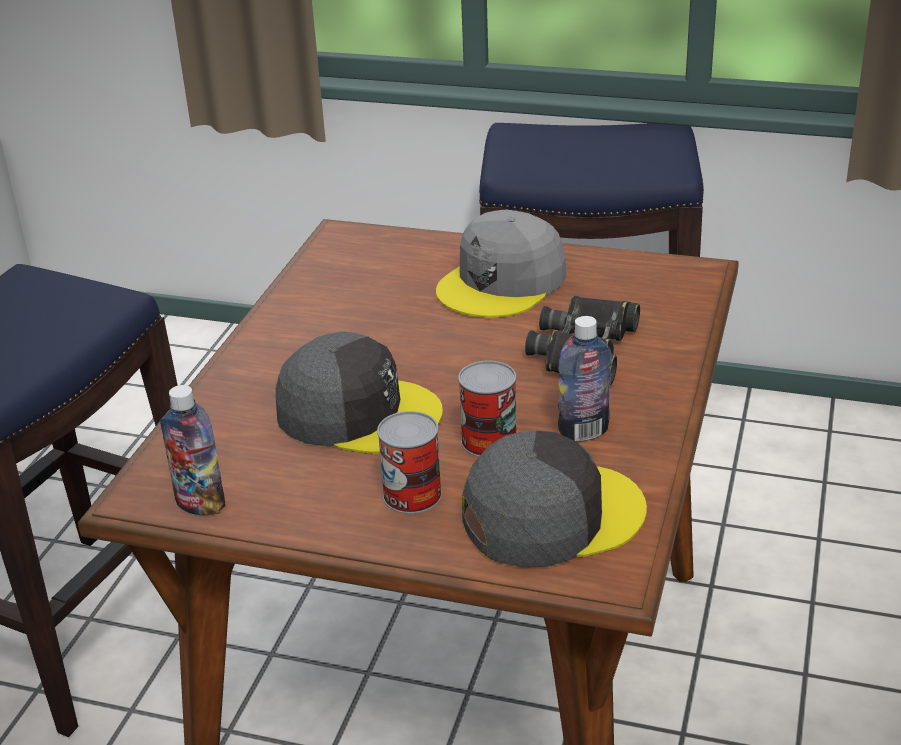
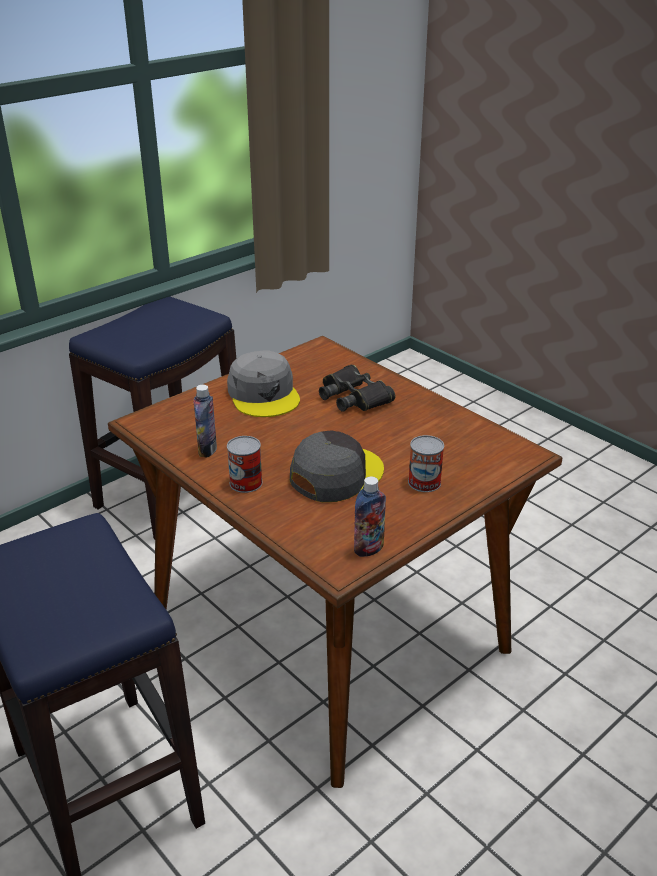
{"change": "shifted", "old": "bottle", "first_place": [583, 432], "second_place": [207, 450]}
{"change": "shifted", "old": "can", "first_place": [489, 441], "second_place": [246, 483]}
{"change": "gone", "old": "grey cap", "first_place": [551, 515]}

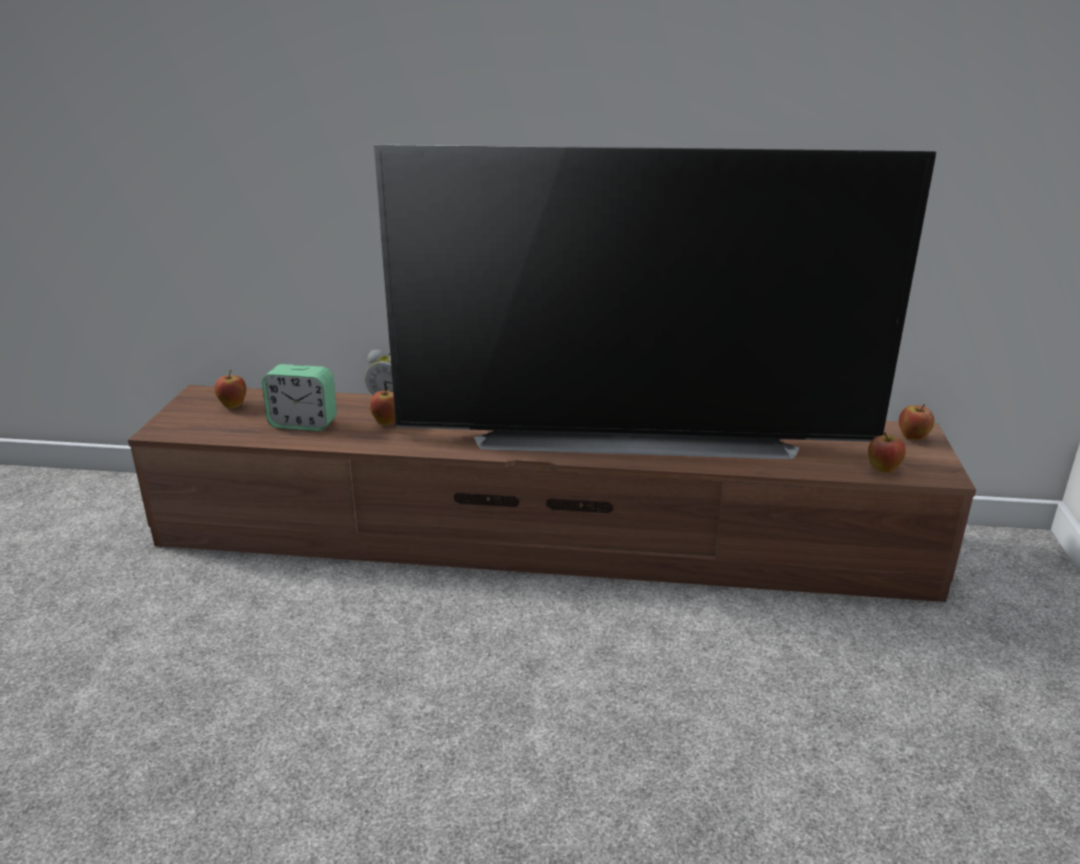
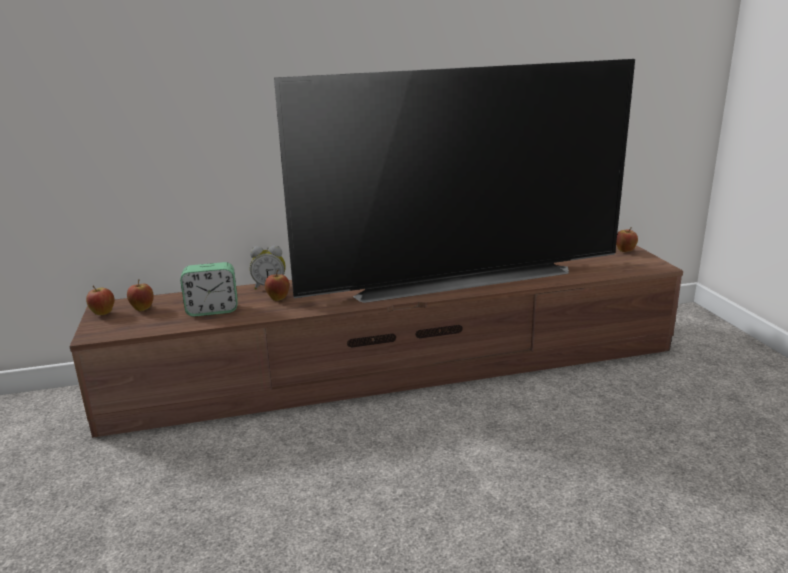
{"change": "shifted", "old": "apple", "first_place": [882, 470], "second_place": [103, 314]}

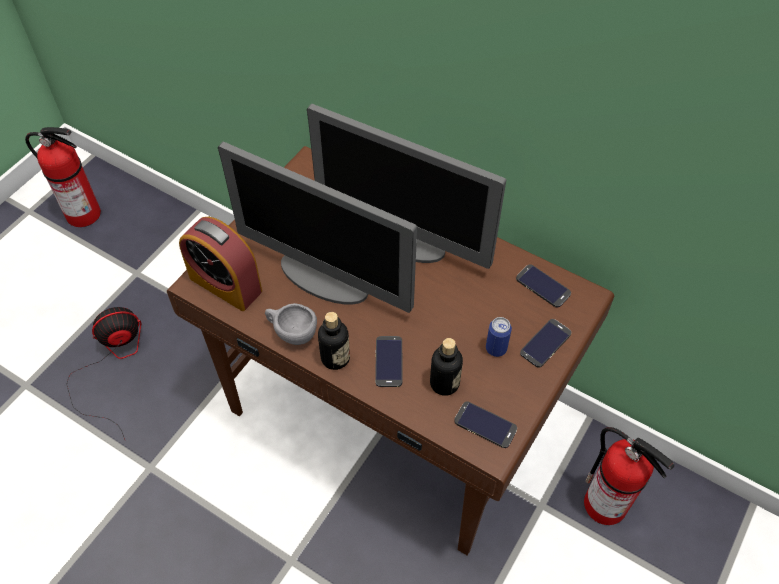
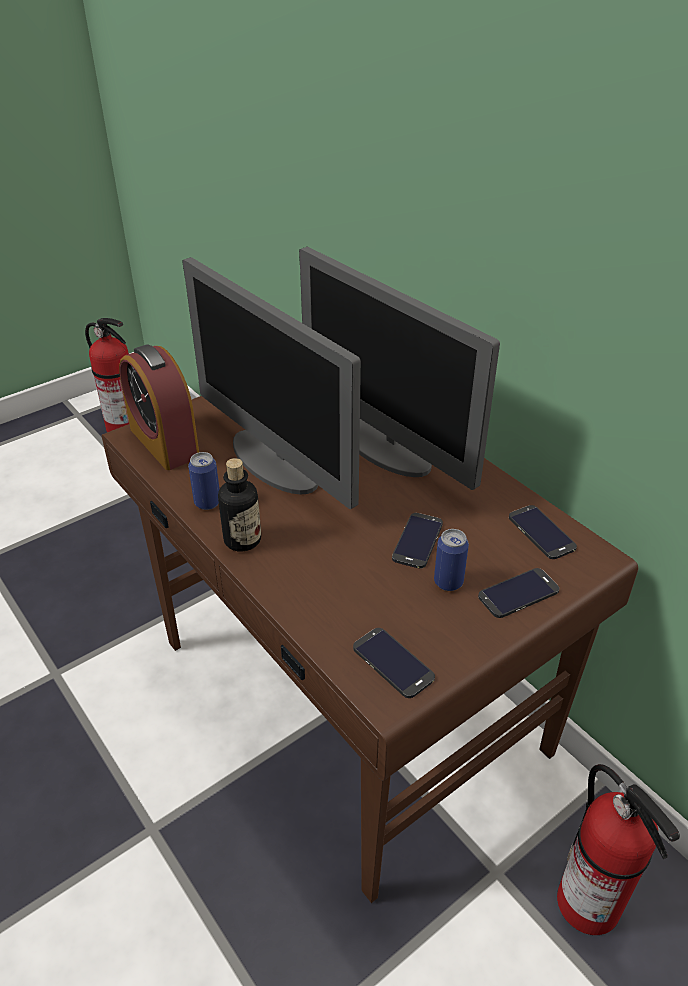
{"change": "swapped", "old": "grey cup", "new": "can", "first_place": [291, 332], "second_place": [207, 502]}
{"change": "shifted", "old": "phone", "first_place": [388, 361], "second_place": [417, 541]}
{"change": "gone", "old": "fan", "first_place": [112, 363]}
{"change": "gone", "old": "bottle", "first_place": [444, 383]}

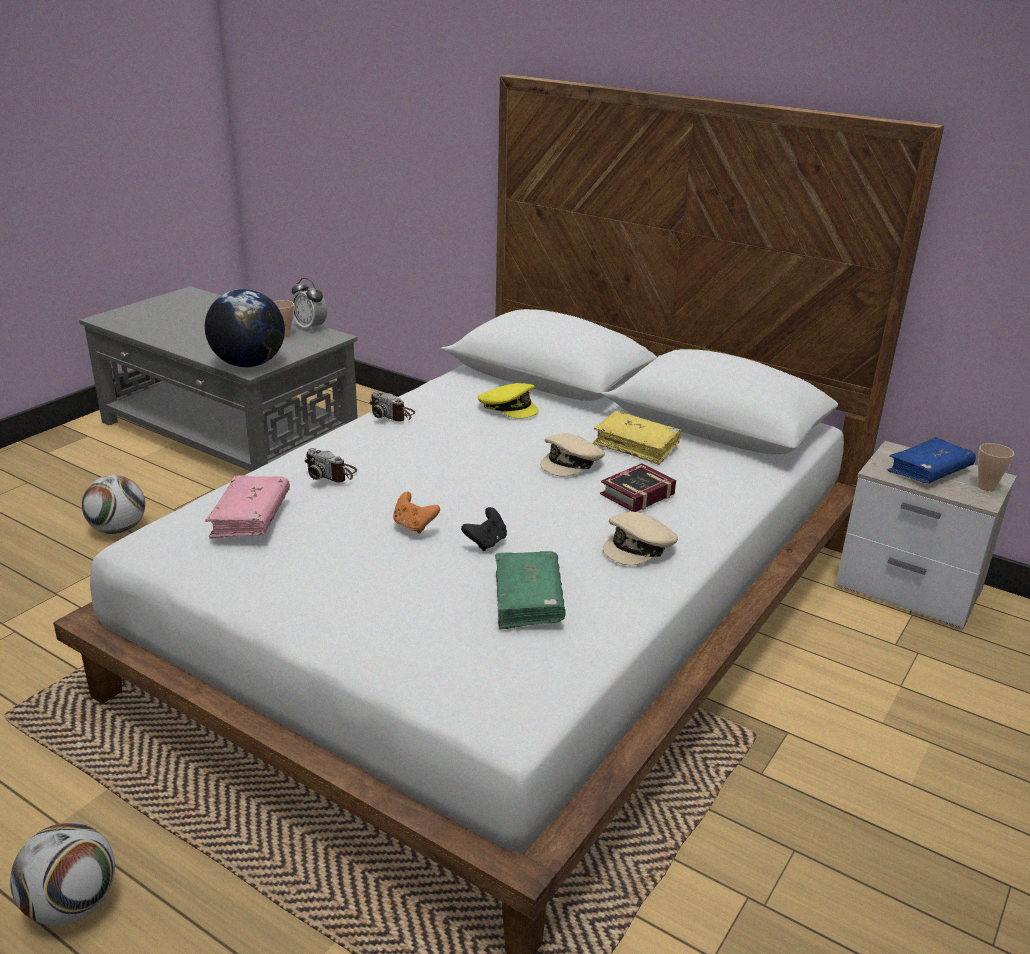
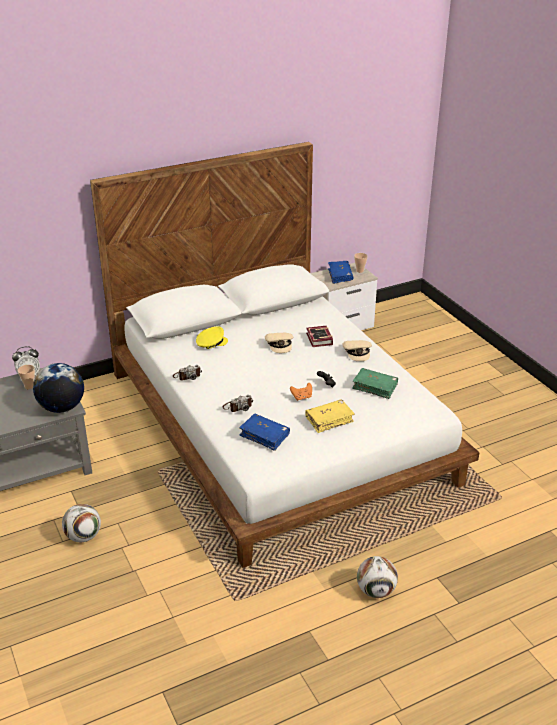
{"change": "repainted", "old": "pink book", "new": "blue book", "first_place": [250, 517], "second_place": [264, 436]}
{"change": "shifted", "old": "yellow book", "first_place": [636, 446], "second_place": [329, 420]}

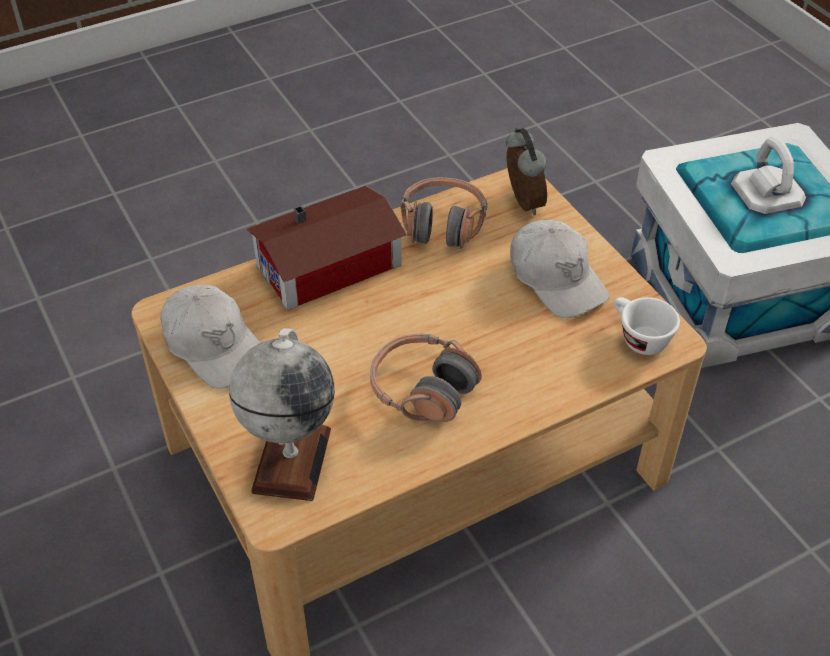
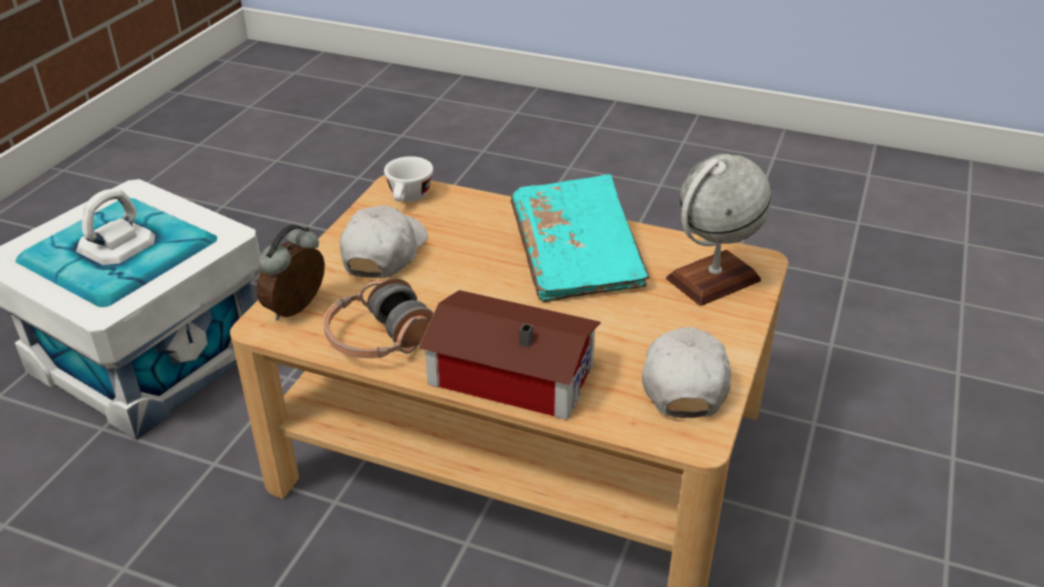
{"change": "swapped", "old": "headphones", "new": "turquoise book", "first_place": [422, 389], "second_place": [576, 258]}

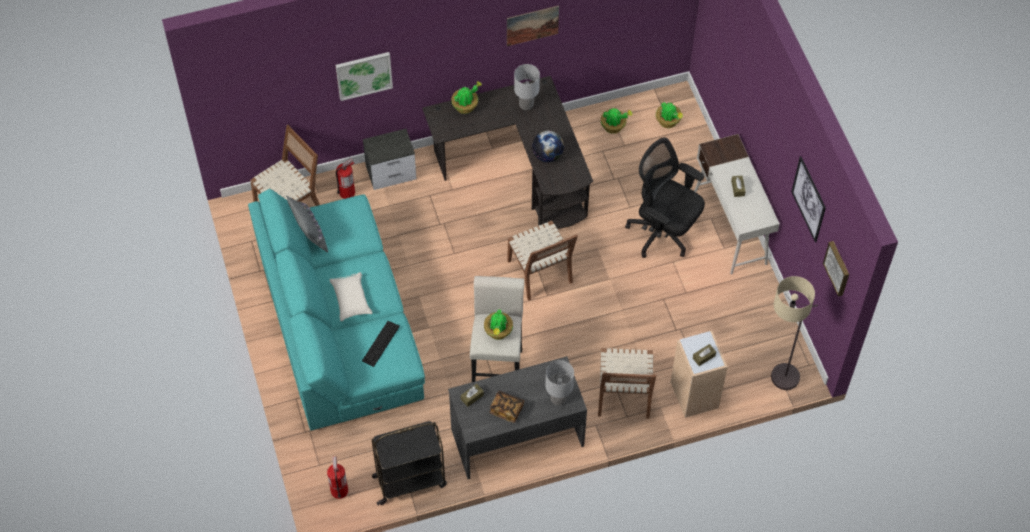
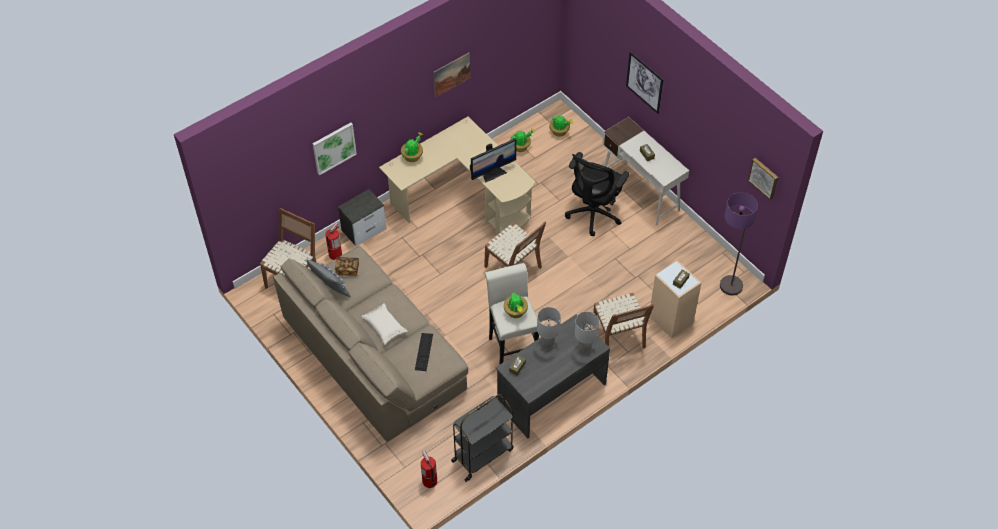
{"change": "repainted", "old": "turquoise sofa", "new": "beige sofa", "first_place": [340, 325], "second_place": [374, 355]}
{"change": "shifted", "old": "book", "first_place": [506, 409], "second_place": [347, 269]}
{"change": "repainted", "old": "black desk", "new": "beige desk", "first_place": [519, 170], "second_place": [463, 198]}
{"change": "swapped", "old": "globe", "new": "monitor", "first_place": [547, 155], "second_place": [492, 173]}
{"change": "shifted", "old": "grey table lamp", "first_place": [526, 106], "second_place": [548, 343]}
{"change": "rotated", "old": "black office chair", "first_place": [664, 233], "second_place": [594, 211], "degrees": -75}
{"change": "shifted", "old": "picture", "first_place": [808, 199], "second_place": [644, 82]}
{"change": "repainted", "old": "beige floor lamp", "new": "purple floor lamp", "first_place": [776, 379], "second_place": [725, 289]}

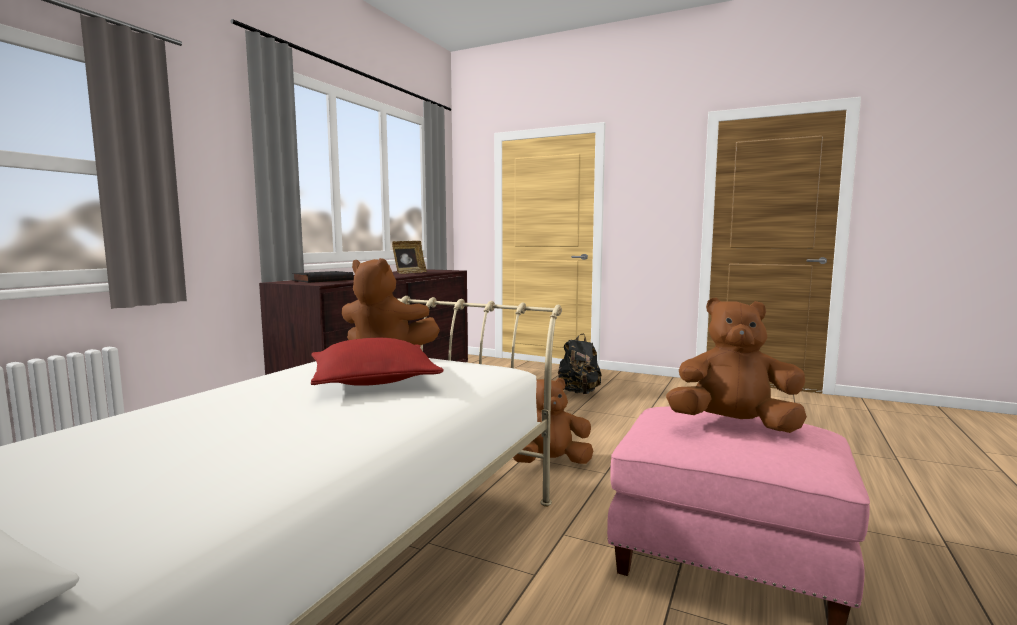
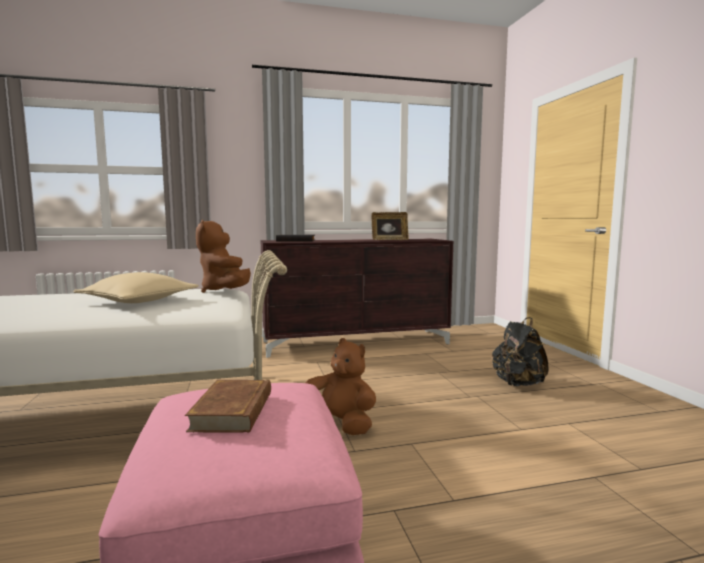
{"change": "repainted", "old": "red pillow", "new": "beige pillow", "first_place": [373, 380], "second_place": [139, 301]}
{"change": "swapped", "old": "brown plush toy", "new": "brown book", "first_place": [733, 425], "second_place": [233, 411]}

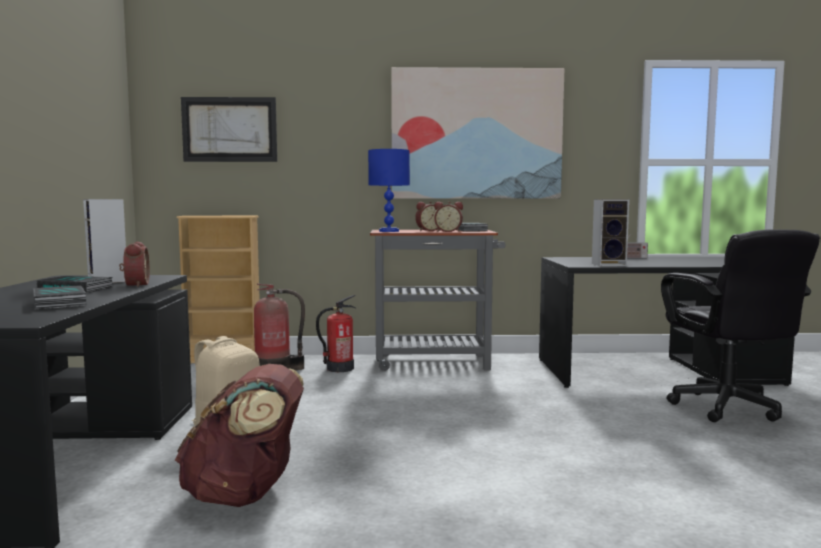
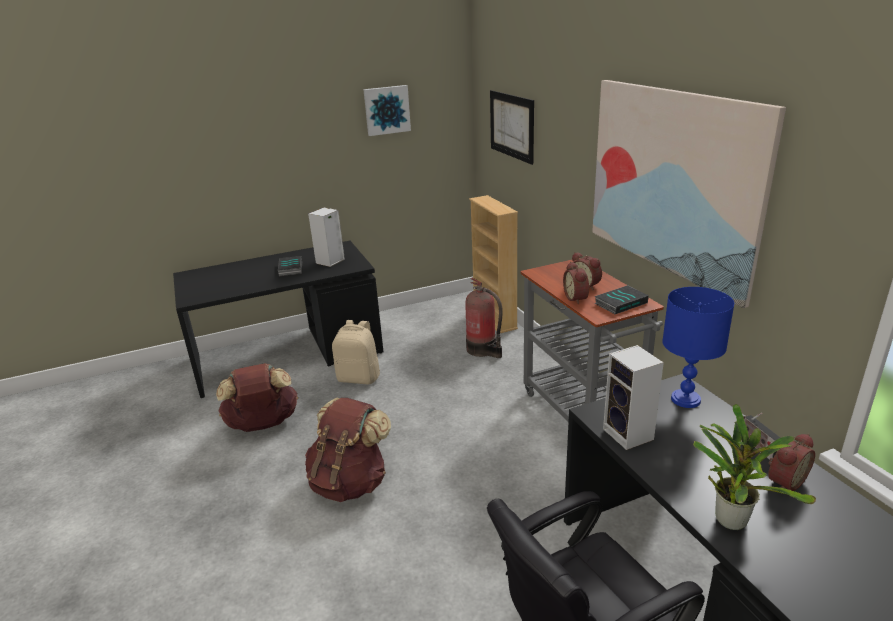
{"change": "new", "new": "brown backpack", "second_place": [350, 482]}
{"change": "new", "new": "picture", "second_place": [386, 110]}
{"change": "shifted", "old": "blue table lamp", "first_place": [389, 231], "second_place": [686, 400]}
{"change": "new", "new": "potted plant", "second_place": [730, 517]}
{"change": "shifted", "old": "alarm clock", "first_place": [134, 285], "second_place": [784, 481]}
{"change": "gone", "old": "book", "first_place": [57, 303]}
{"change": "gone", "old": "fire extinguisher", "first_place": [339, 368]}

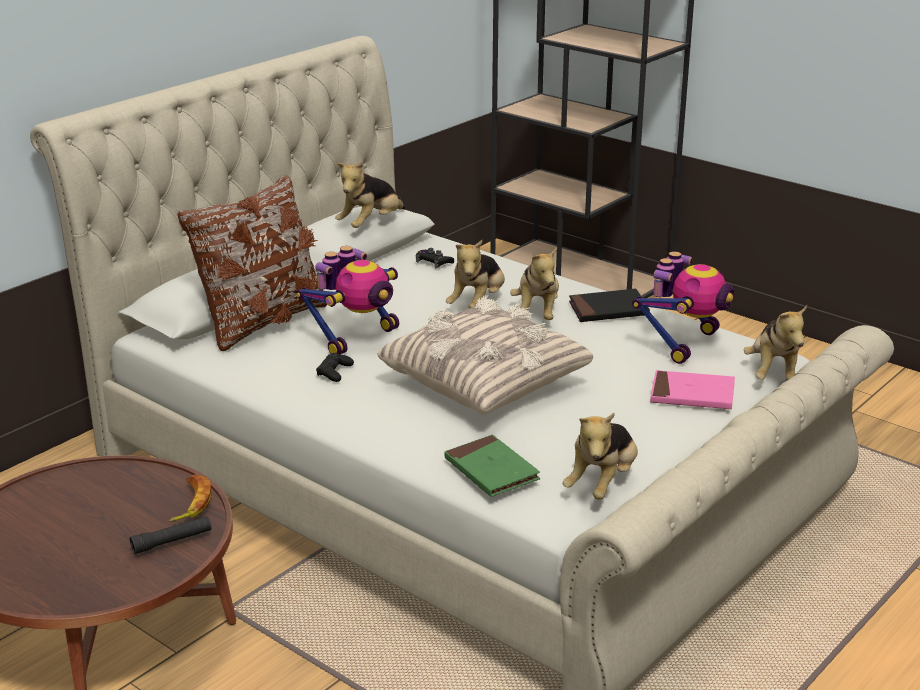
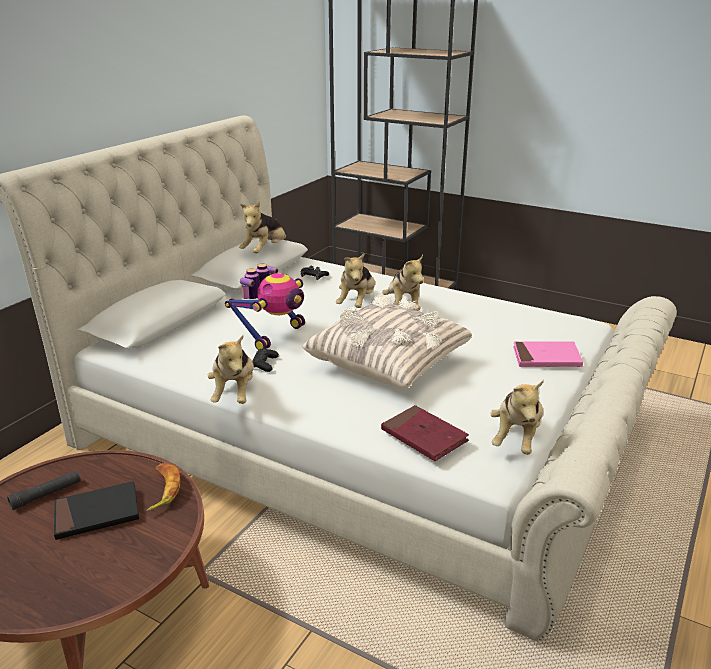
{"change": "shifted", "old": "black flashlight", "first_place": [172, 541], "second_place": [46, 495]}
{"change": "shifted", "old": "black book", "first_place": [608, 310], "second_place": [97, 514]}
{"change": "shifted", "old": "plush toy", "first_place": [773, 373], "second_place": [234, 393]}
{"change": "repainted", "old": "green book", "new": "red book", "first_place": [491, 470], "second_place": [424, 436]}
{"change": "gone", "old": "brown pillow", "first_place": [263, 323]}
{"change": "gone", "old": "toy robot", "first_place": [683, 343]}

